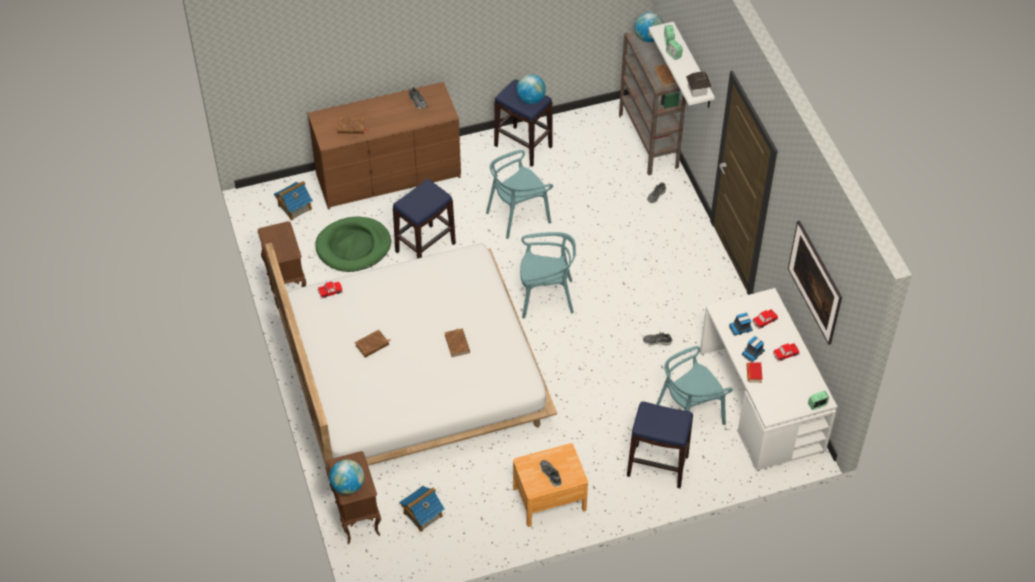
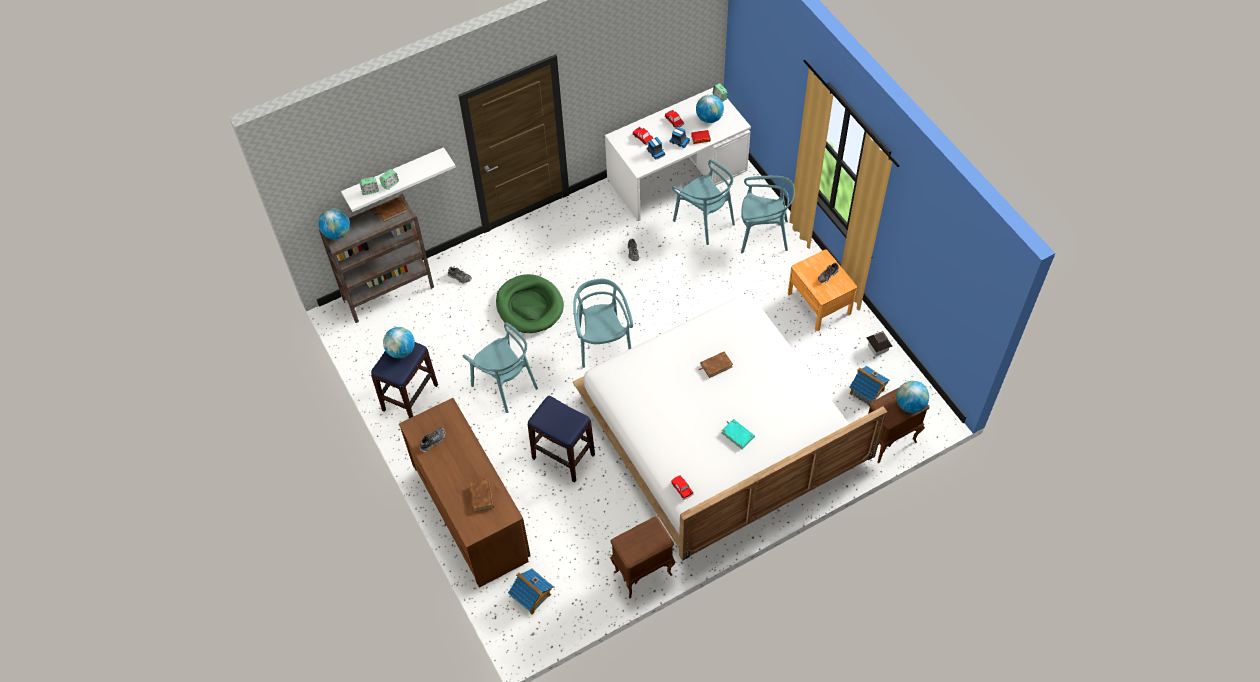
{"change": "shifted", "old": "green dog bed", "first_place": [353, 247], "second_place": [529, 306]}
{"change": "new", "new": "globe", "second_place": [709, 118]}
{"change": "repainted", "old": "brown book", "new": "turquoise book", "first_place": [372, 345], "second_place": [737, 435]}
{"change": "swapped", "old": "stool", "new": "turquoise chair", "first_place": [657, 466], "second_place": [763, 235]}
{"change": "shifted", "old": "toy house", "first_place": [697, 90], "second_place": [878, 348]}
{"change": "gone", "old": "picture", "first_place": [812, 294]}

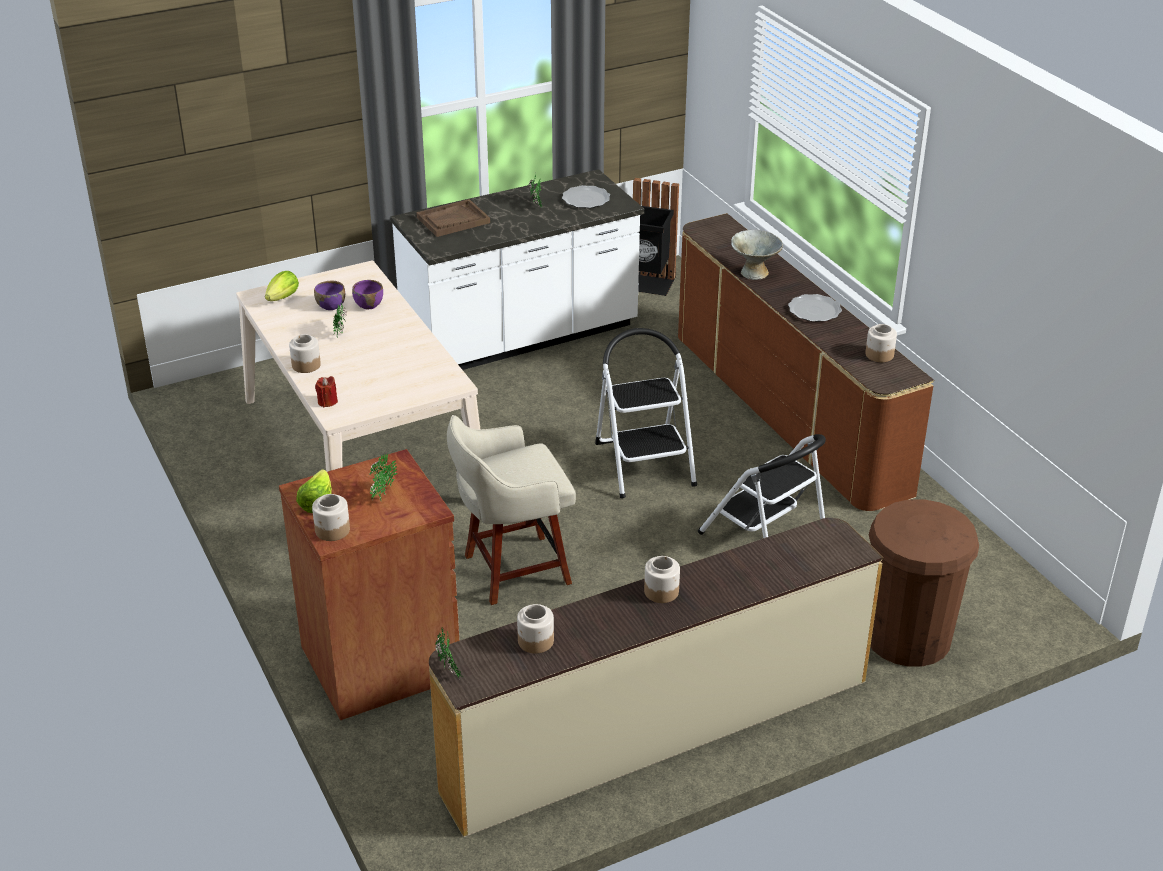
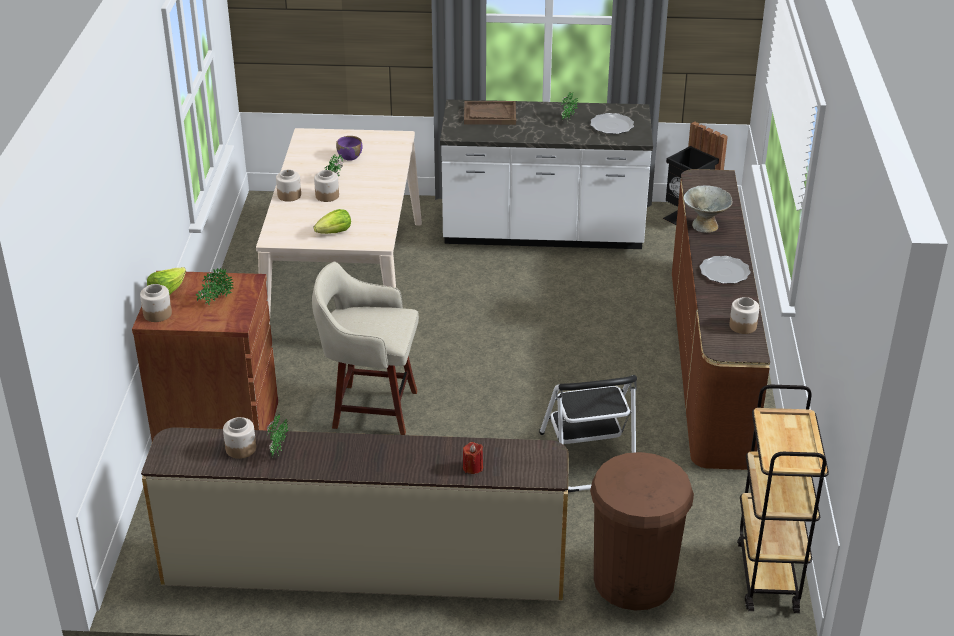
{"change": "shifted", "old": "potted plant", "first_place": [449, 671], "second_place": [277, 451]}
{"change": "shifted", "old": "jar", "first_place": [661, 591], "second_place": [327, 196]}
{"change": "shifted", "old": "lettuce", "first_place": [283, 298], "second_place": [335, 232]}
{"change": "shifted", "old": "red candle", "first_place": [327, 401], "second_place": [472, 467]}
{"change": "new", "new": "brown cart", "second_place": [768, 578]}
{"change": "gone", "old": "purple bowl", "first_place": [369, 305]}
{"change": "gone", "old": "step ladder", "first_place": [644, 462]}

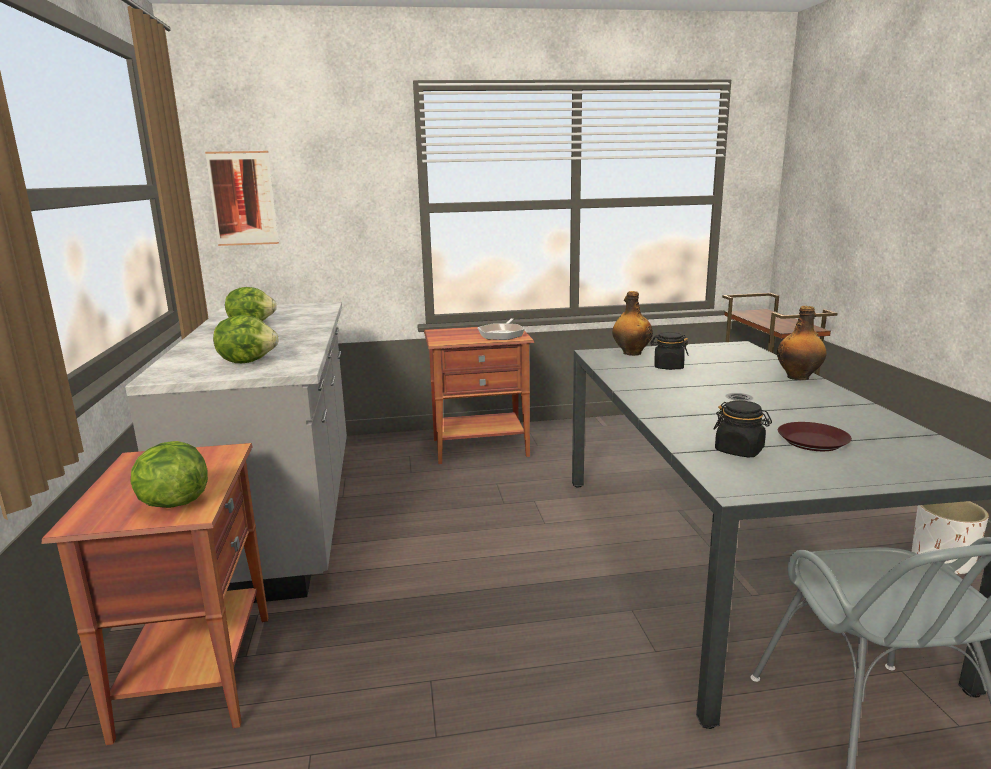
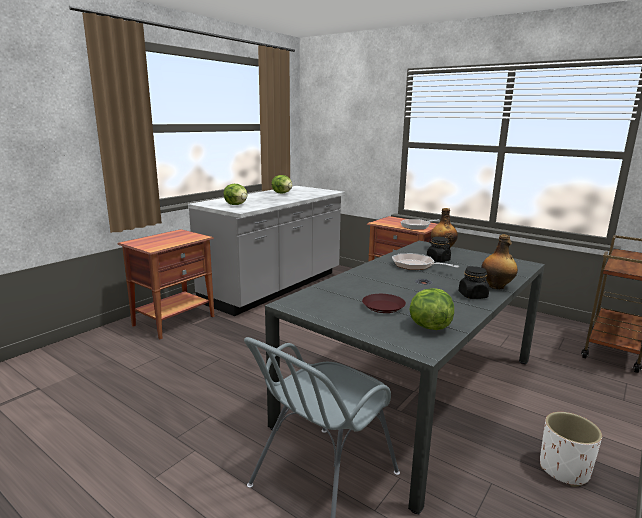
{"change": "new", "new": "frying pan", "second_place": [416, 266]}
{"change": "shifted", "old": "lettuce", "first_place": [173, 503], "second_place": [429, 326]}
{"change": "shifted", "old": "black jar", "first_place": [739, 450], "second_place": [473, 295]}
{"change": "gone", "old": "picture", "first_place": [243, 198]}

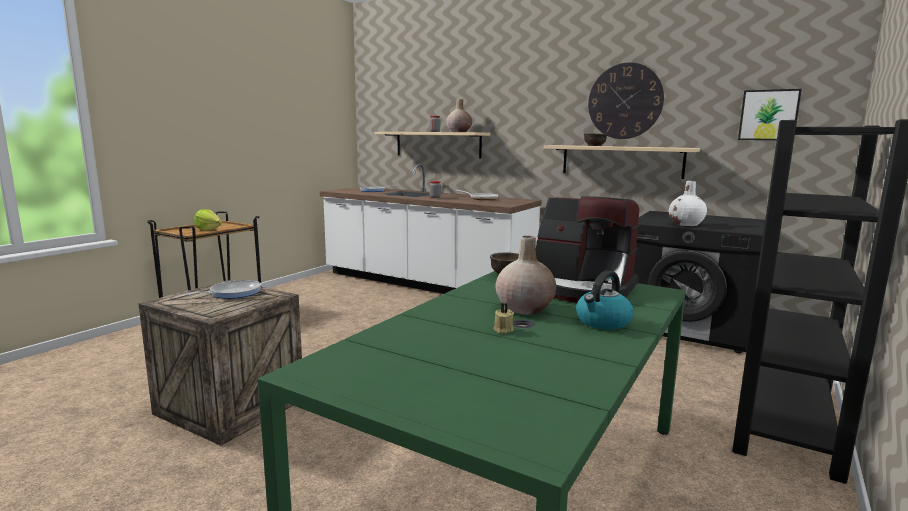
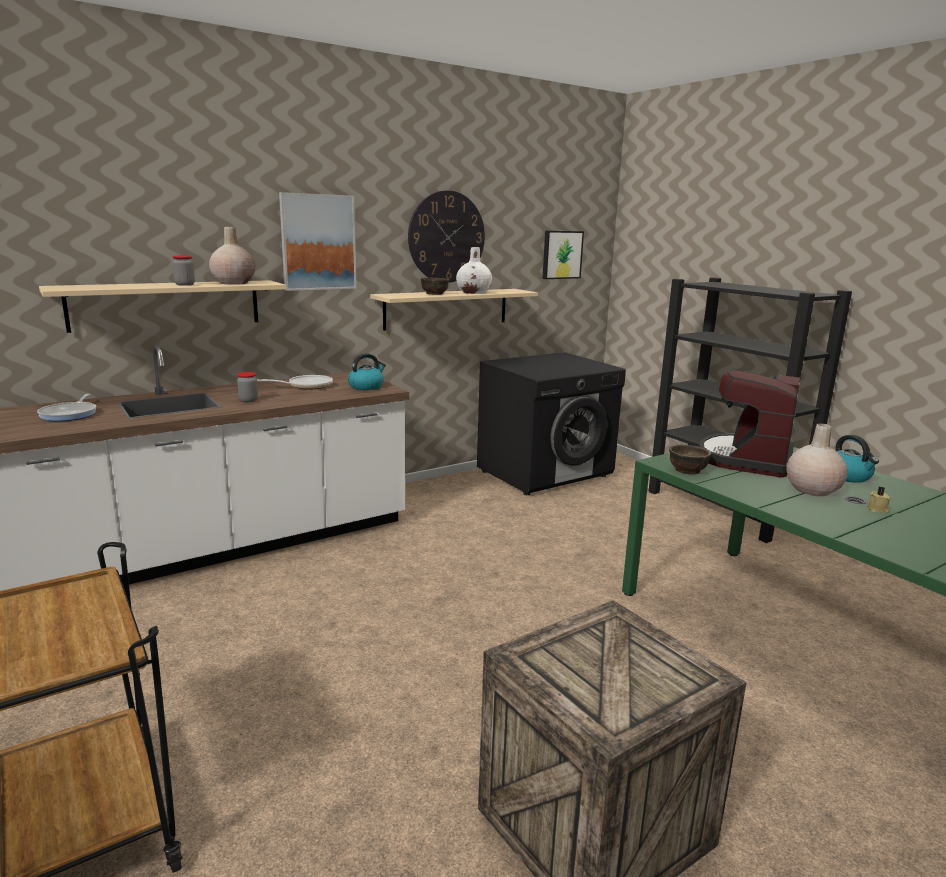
{"change": "new", "new": "picture", "second_place": [318, 242]}
{"change": "new", "new": "kettle", "second_place": [366, 386]}
{"change": "shifted", "old": "white vase", "first_place": [686, 224], "second_place": [474, 292]}
{"change": "rotated", "old": "coffee machine", "first_place": [581, 289], "second_place": [747, 459], "degrees": 150}
{"change": "gone", "old": "frying pan", "first_place": [232, 293]}
{"change": "gone", "old": "lettuce", "first_place": [208, 230]}

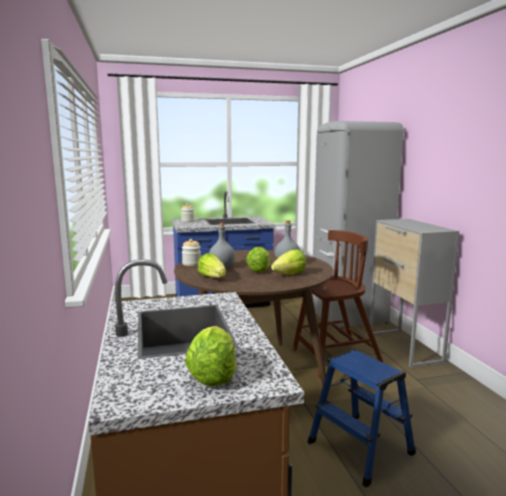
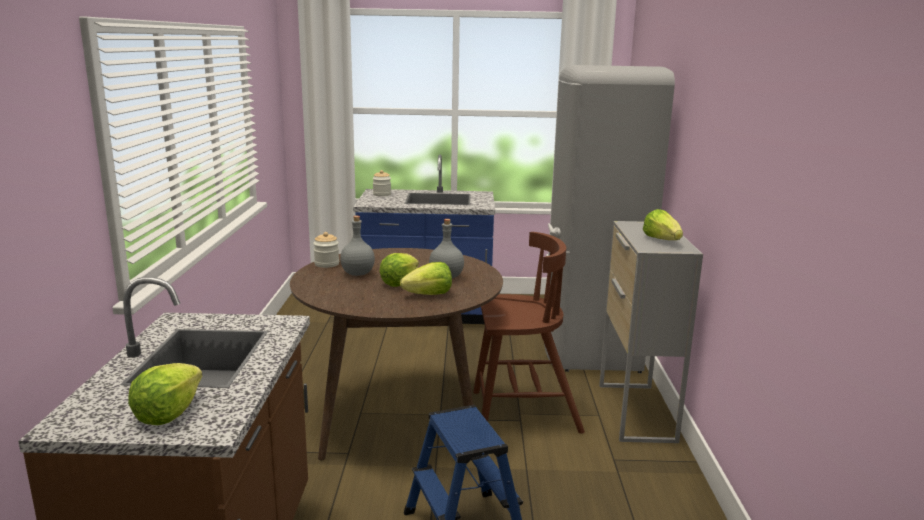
{"change": "shifted", "old": "lettuce", "first_place": [212, 278], "second_place": [662, 240]}

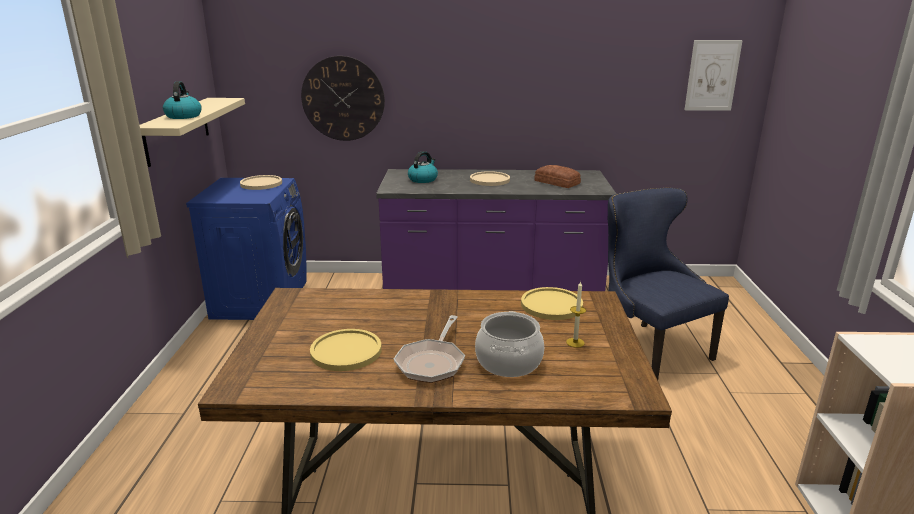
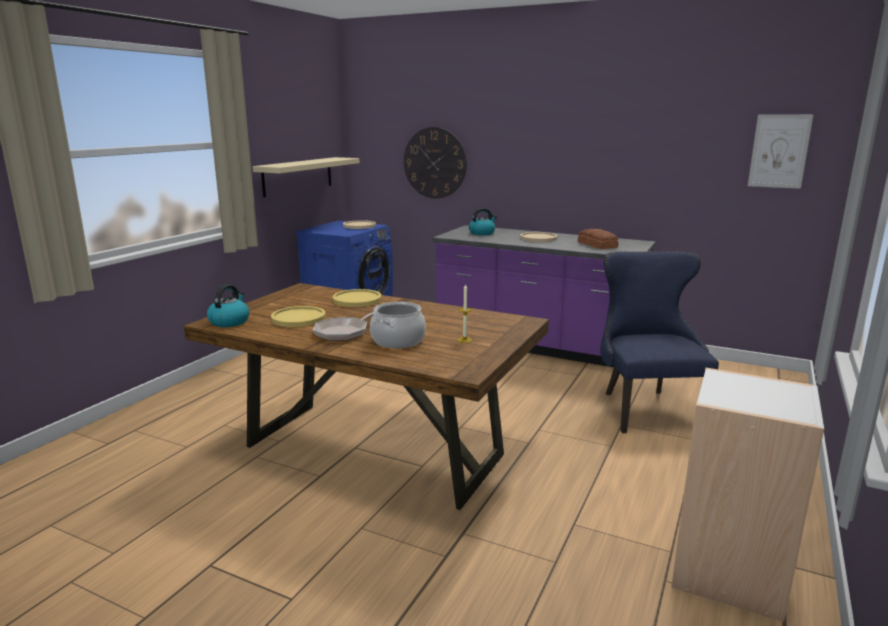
{"change": "shifted", "old": "kettle", "first_place": [183, 116], "second_place": [229, 321]}
{"change": "shifted", "old": "yellow plate", "first_place": [551, 305], "second_place": [357, 299]}

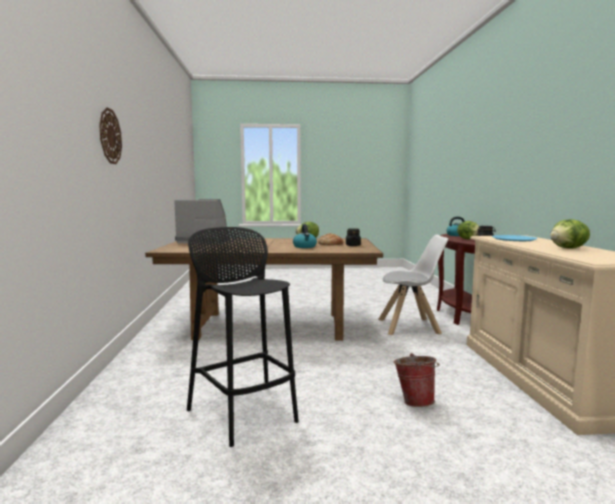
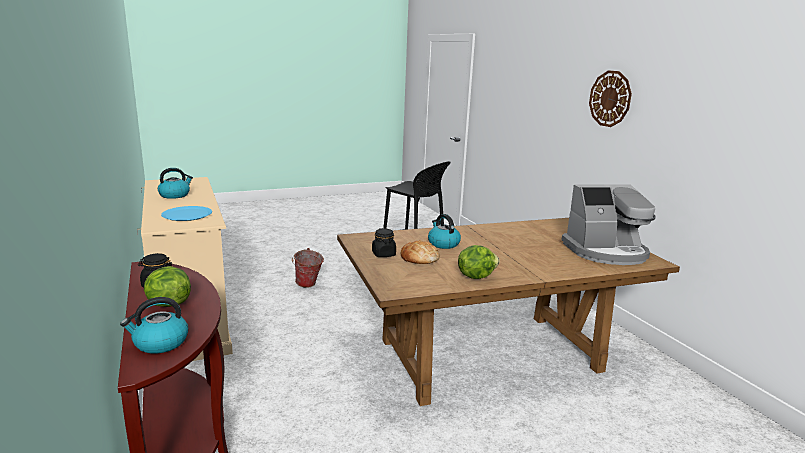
{"change": "swapped", "old": "lettuce", "new": "kettle", "first_place": [568, 248], "second_place": [175, 195]}
{"change": "gone", "old": "chair", "first_place": [410, 327]}

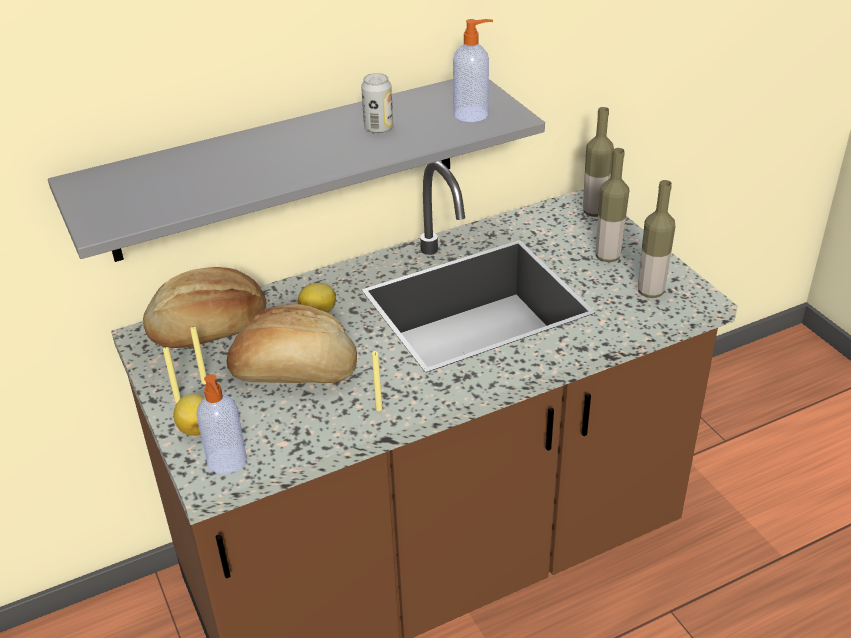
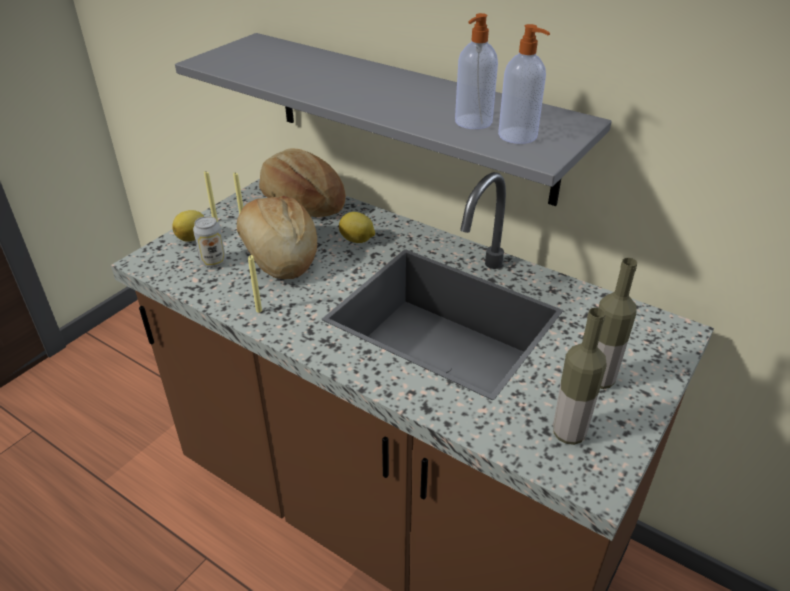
{"change": "shifted", "old": "can", "first_place": [378, 128], "second_place": [213, 261]}
{"change": "shifted", "old": "soap dispenser", "first_place": [227, 461], "second_place": [472, 122]}
{"change": "gone", "old": "bottle", "first_place": [594, 212]}

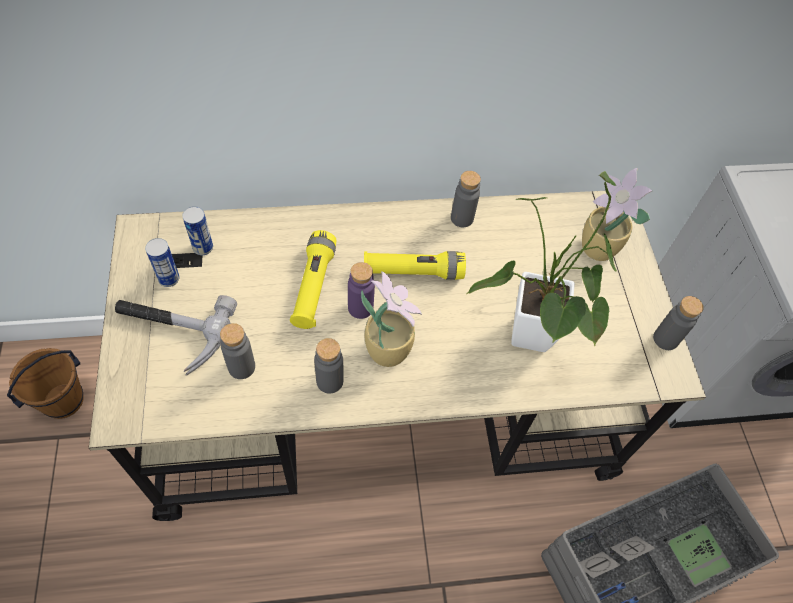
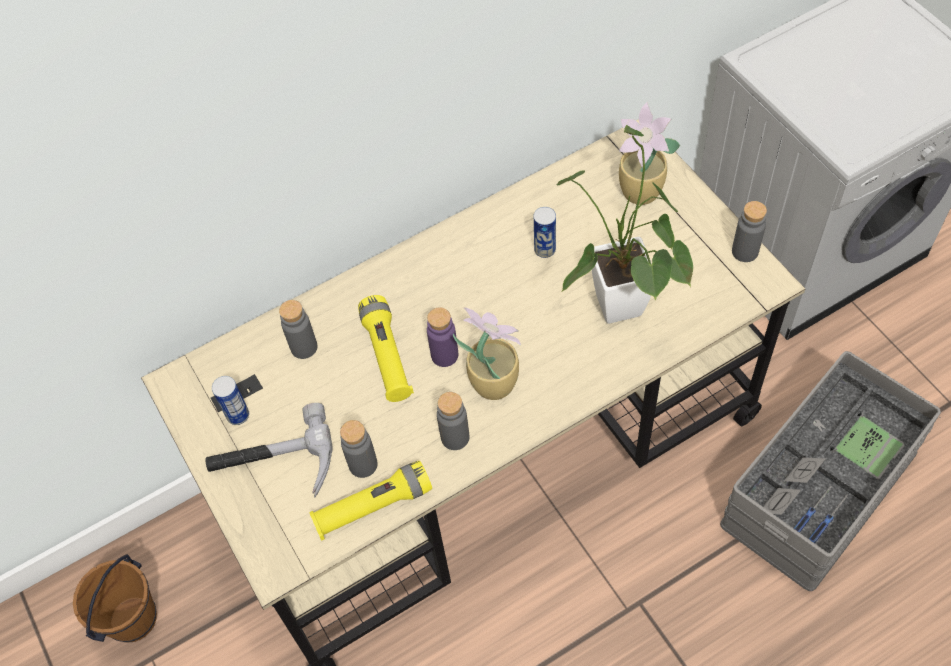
{"change": "shifted", "old": "grey bottle", "first_place": [462, 218], "second_place": [304, 347]}
{"change": "shifted", "old": "yellow flashlight", "first_place": [413, 272], "second_place": [373, 506]}
{"change": "shifted", "old": "can", "first_place": [203, 247], "second_place": [545, 250]}

